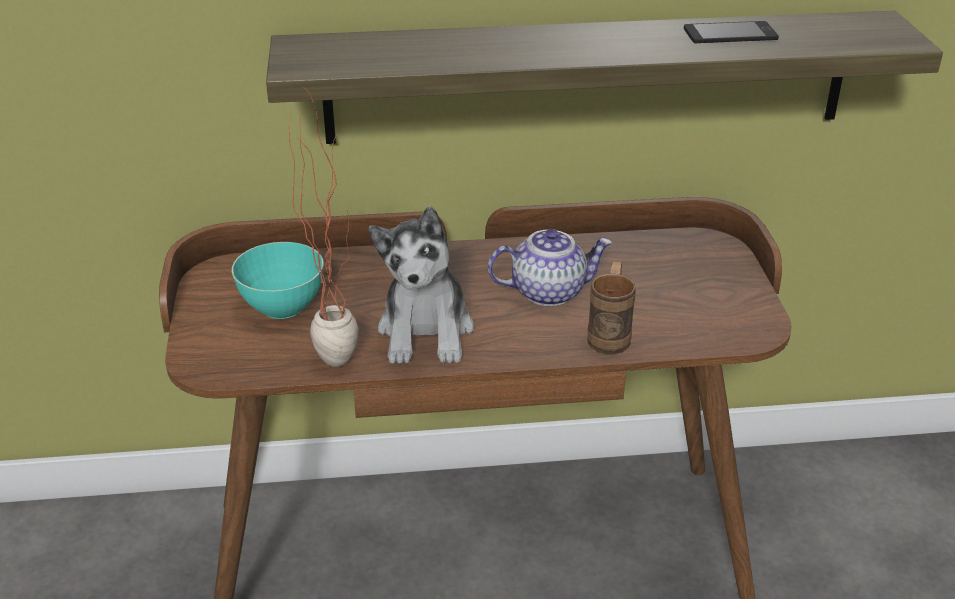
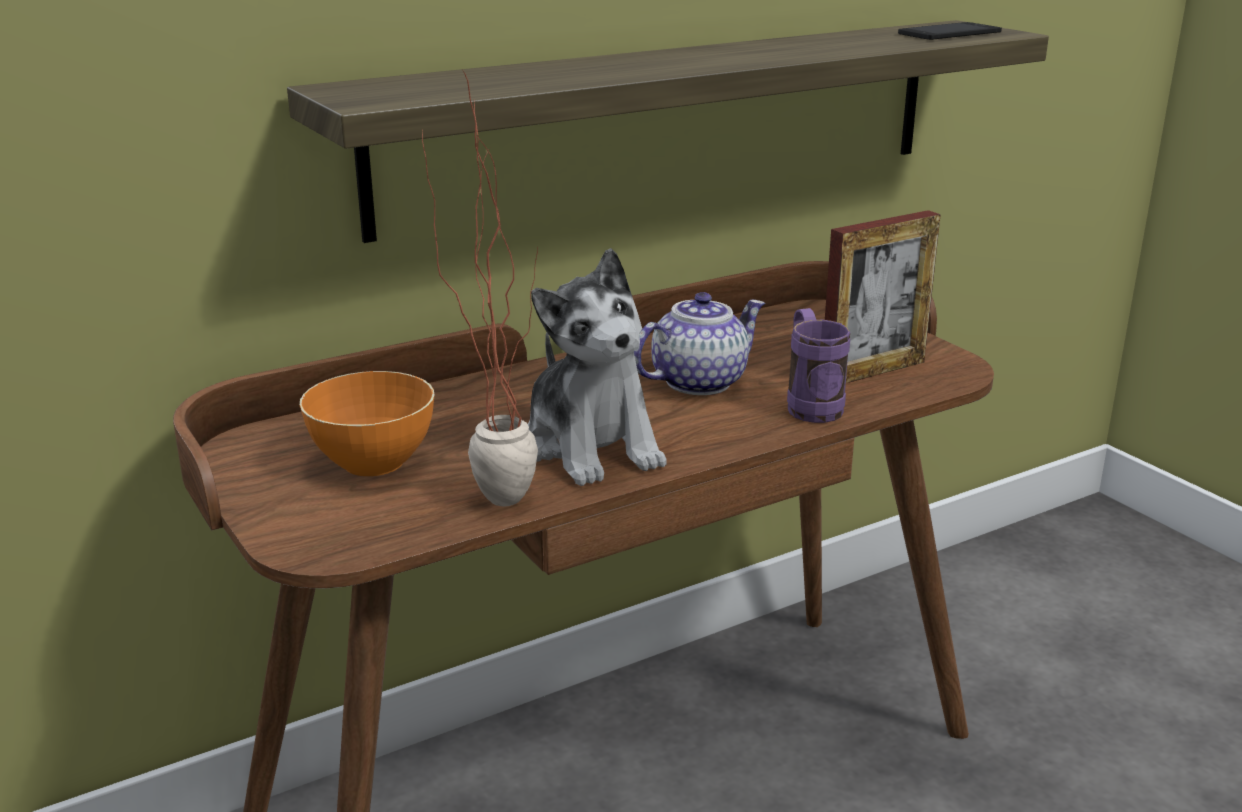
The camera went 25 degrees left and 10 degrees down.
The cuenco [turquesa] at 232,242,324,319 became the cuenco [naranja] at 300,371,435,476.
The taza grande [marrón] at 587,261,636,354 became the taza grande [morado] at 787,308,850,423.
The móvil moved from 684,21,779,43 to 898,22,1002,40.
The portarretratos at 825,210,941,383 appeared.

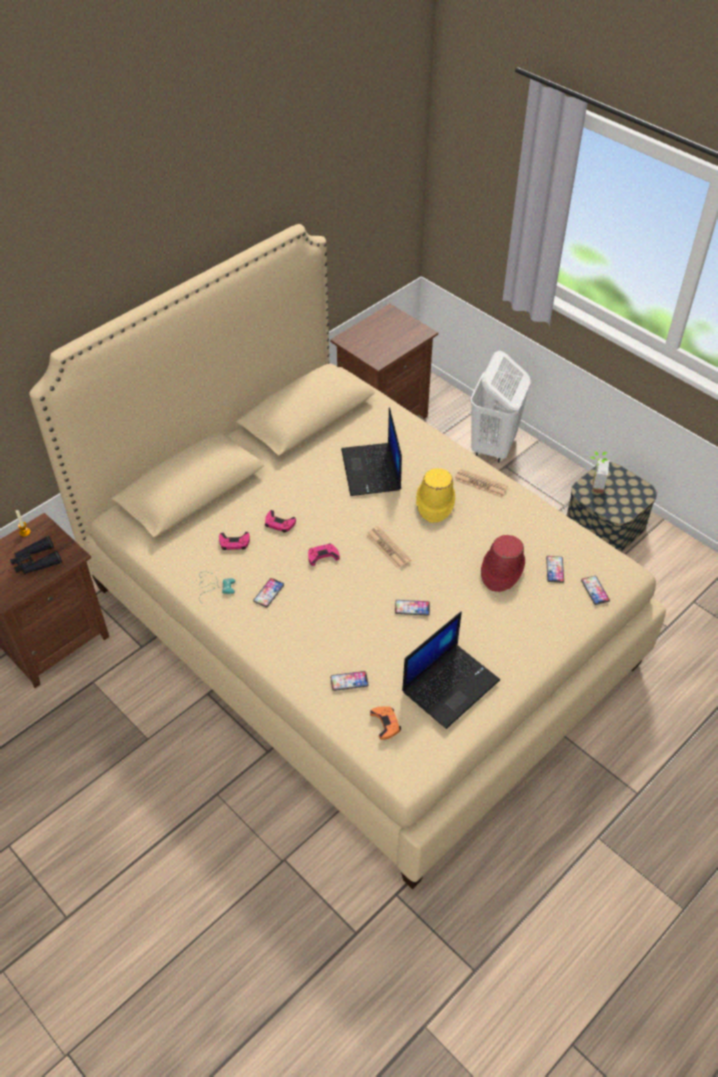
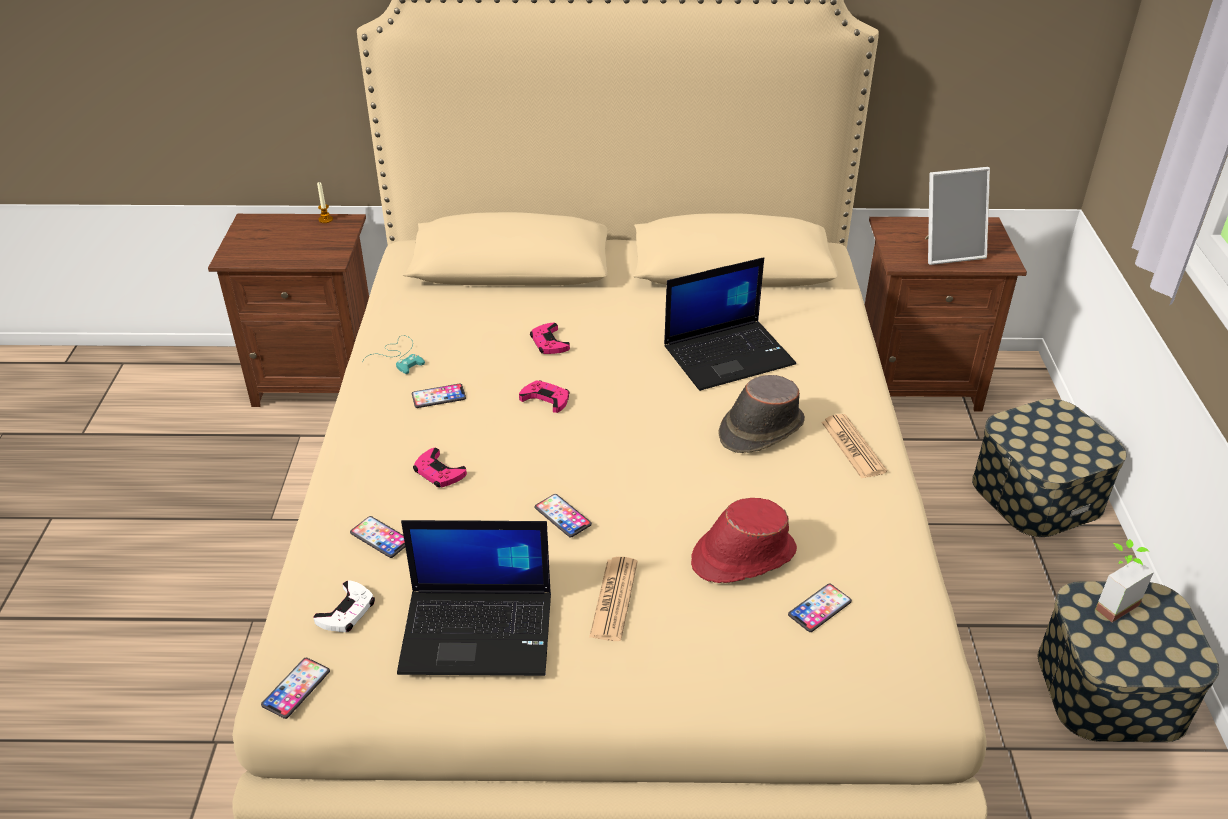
The camera went 45 degrees right and 10 degrees down.
The prismáticos [negro] at 10,536,62,574 disappeared.
The mando de consola [rosa] moved from 219,532,250,550 to 413,448,467,488.
The portátil at 341,408,402,496 turned 150 degrees counterclockwise.
The periódico moved from 366,526,412,569 to 589,557,638,641.
The mando de consola [naranja] at 370,706,401,740 became the mando de consola [blanco] at 313,580,375,632.
The sombrero [amarillo] at 416,468,455,523 became the sombrero [marrón] at 718,375,805,453.
The cesto de la ropa [blanco] at 470,351,530,462 was replaced by the caja de almacenaje at 972,399,1127,537.
The móvil moved from 581,576,610,605 to 261,658,330,719.
The portarretratos at 925,167,990,265 appeared.

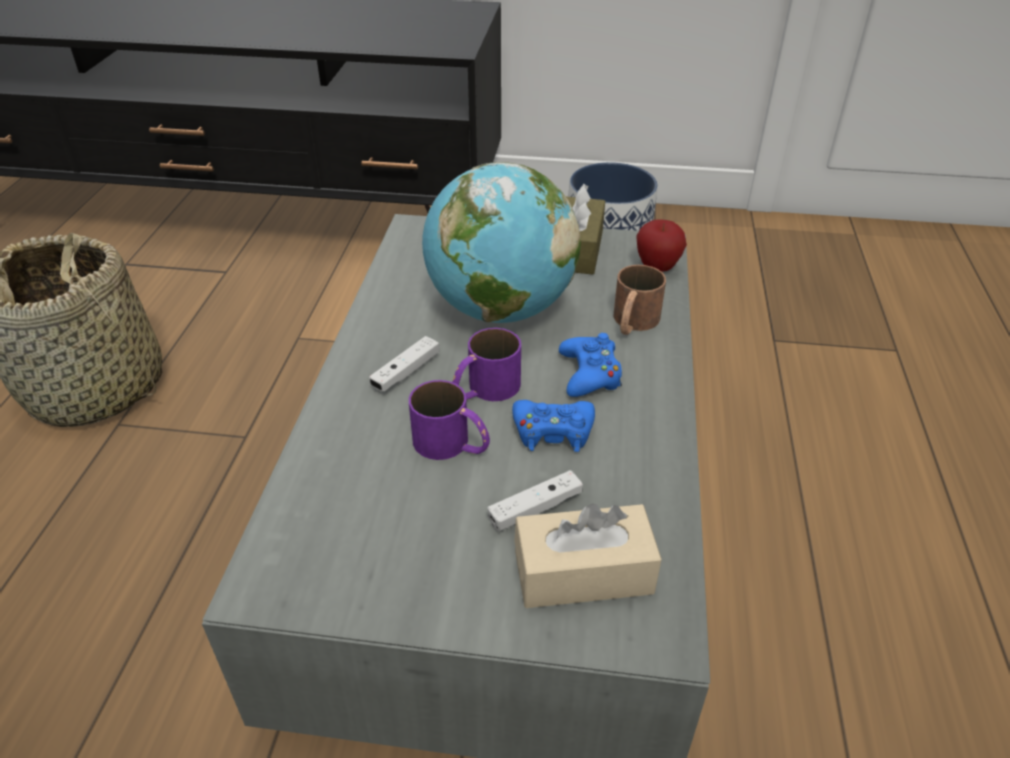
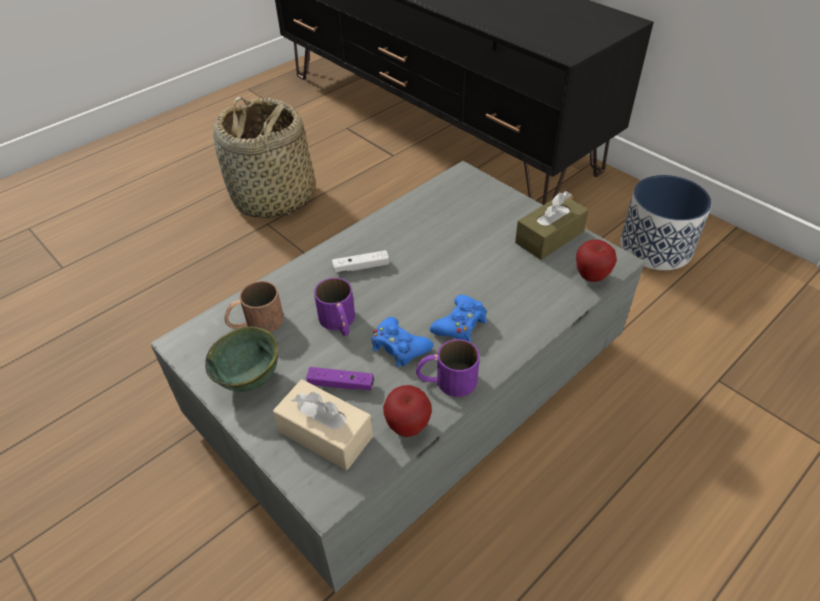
The camera went 40 degrees right and 5 degrees up.
The globo terráqueo at 422,162,581,323 disappeared.
The taza grande [morado] moved from 452,328,521,401 to 416,339,480,397.
The mando de consola [blanco] at 488,470,583,532 became the mando de consola [morado] at 306,367,374,391.
The taza grande [marrón] moved from 614,265,666,335 to 225,281,284,332.
The cuenco [verde] at 205,326,278,392 appeared.
The manzana at 383,385,432,437 appeared.

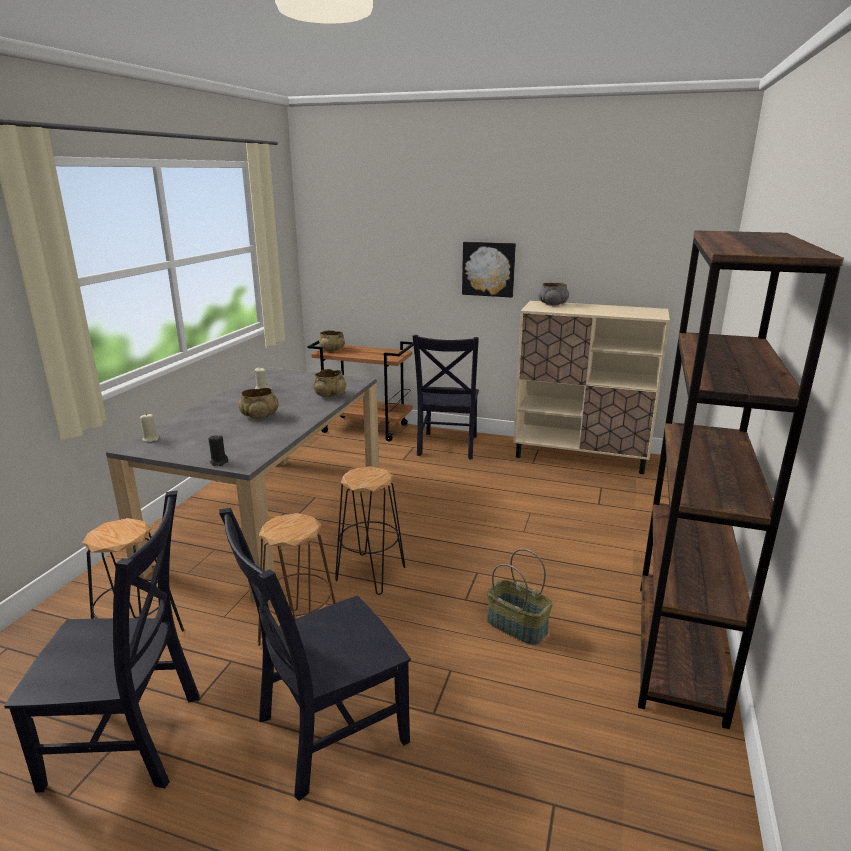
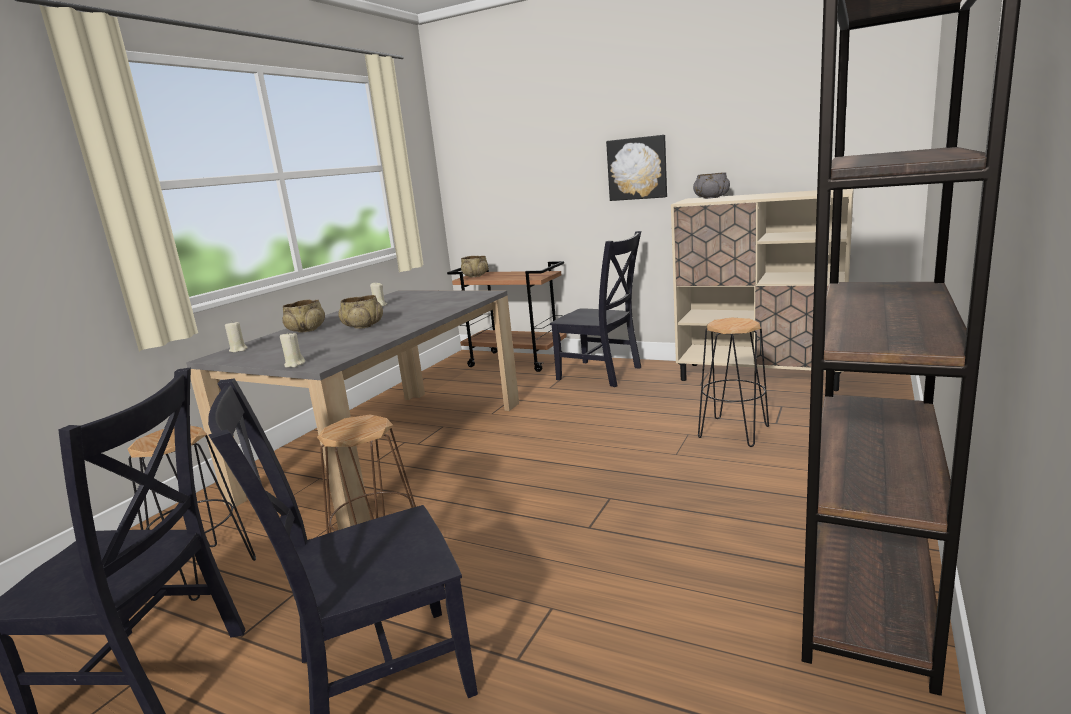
The camera went 10 degrees right and 5 degrees down.
The vela [negro] at 208,434,228,466 became the vela [beis] at 280,331,305,368.
The cuenco [beis] moved from 313,369,346,398 to 282,299,325,333.
The taburete [negro] moved from 335,466,406,595 to 698,318,769,447.
The silla [negro] at 413,335,479,459 turned 75 degrees counterclockwise.
The cesta at 487,549,552,645 disappeared.

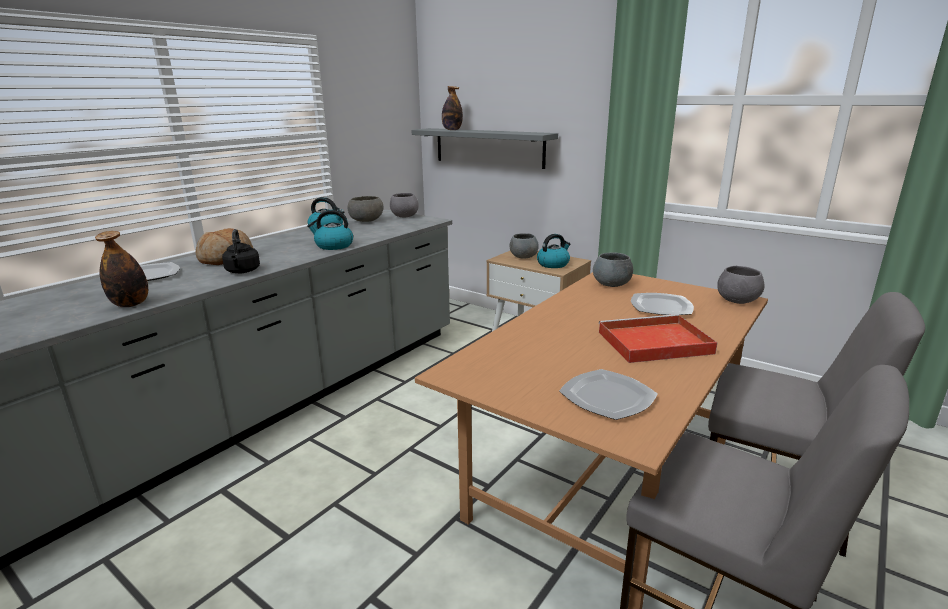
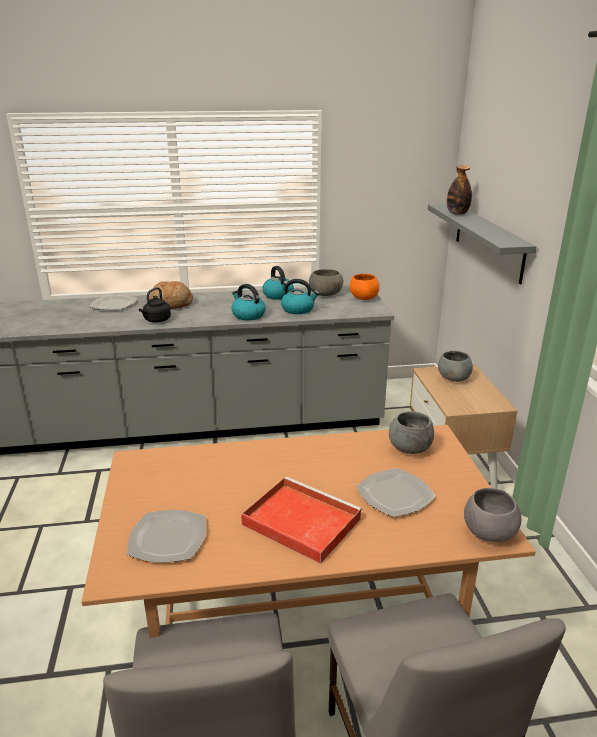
The camera went 45 degrees right and 5 degrees up.
The botella at 95,231,148,307 disappeared.
The cuenco [gris] at 390,193,419,218 became the cuenco [naranja] at 350,274,380,300.
The hervidor moved from 537,234,570,268 to 281,279,319,314.

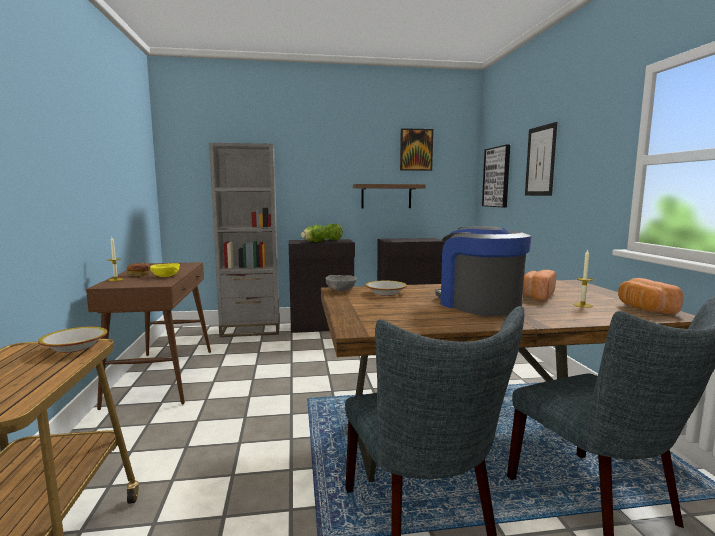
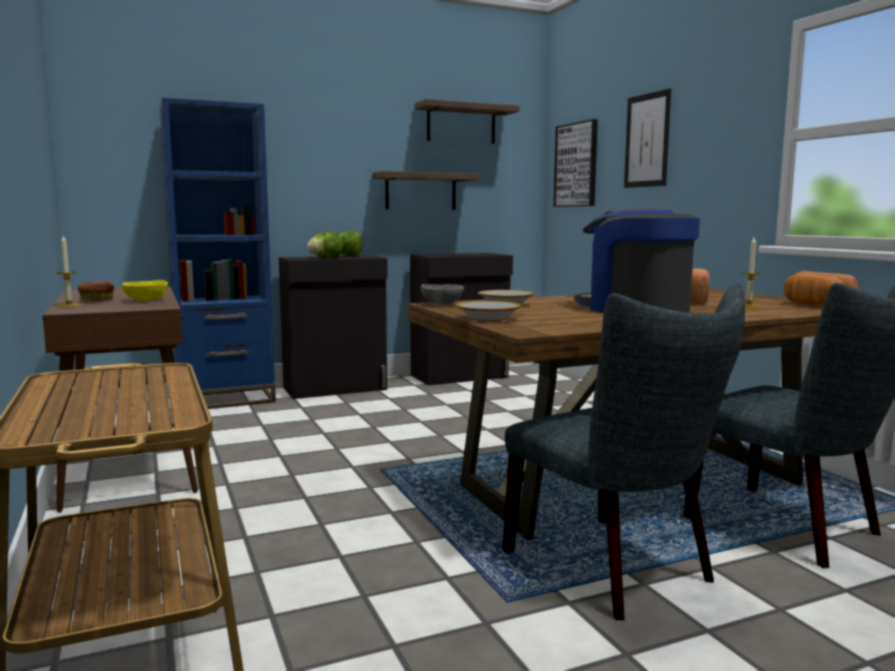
The camera went 15 degrees left and 0 degrees up.
The cuenco moved from 38,327,108,353 to 456,301,521,321.
The estantería [gris] at 209,143,280,337 became the estantería [azul] at 160,98,276,409.
The cuadro at 400,128,433,171 was replaced by the estante at 415,99,520,144.

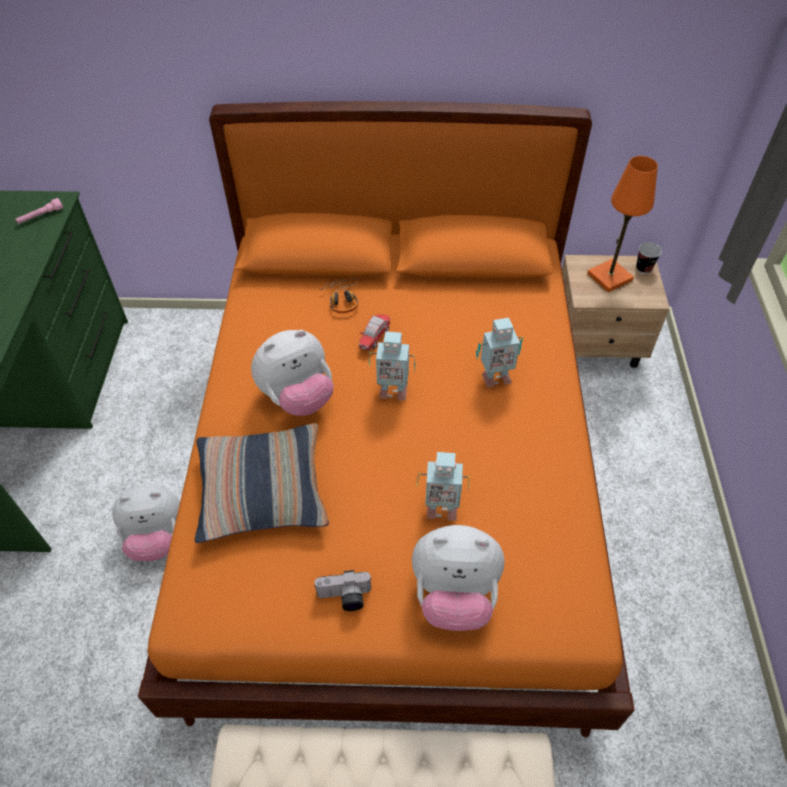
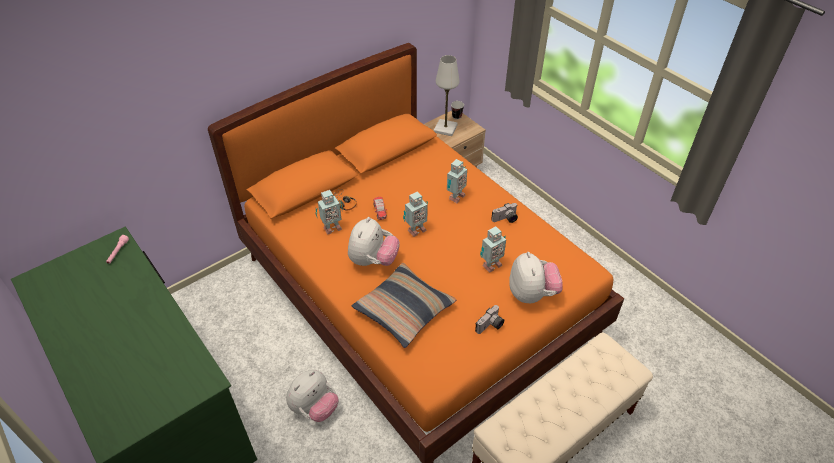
The camera went 40 degrees left and 5 degrees down.
The peluche at 412,525,505,631 turned 60 degrees counterclockwise.
The lámpara de mesa [naranja] at 587,156,658,292 became the lámpara de mesa [blanco] at 434,55,460,136.
The robot de juguete at 315,190,342,235 appeared.
The cámara at 491,203,518,223 appeared.

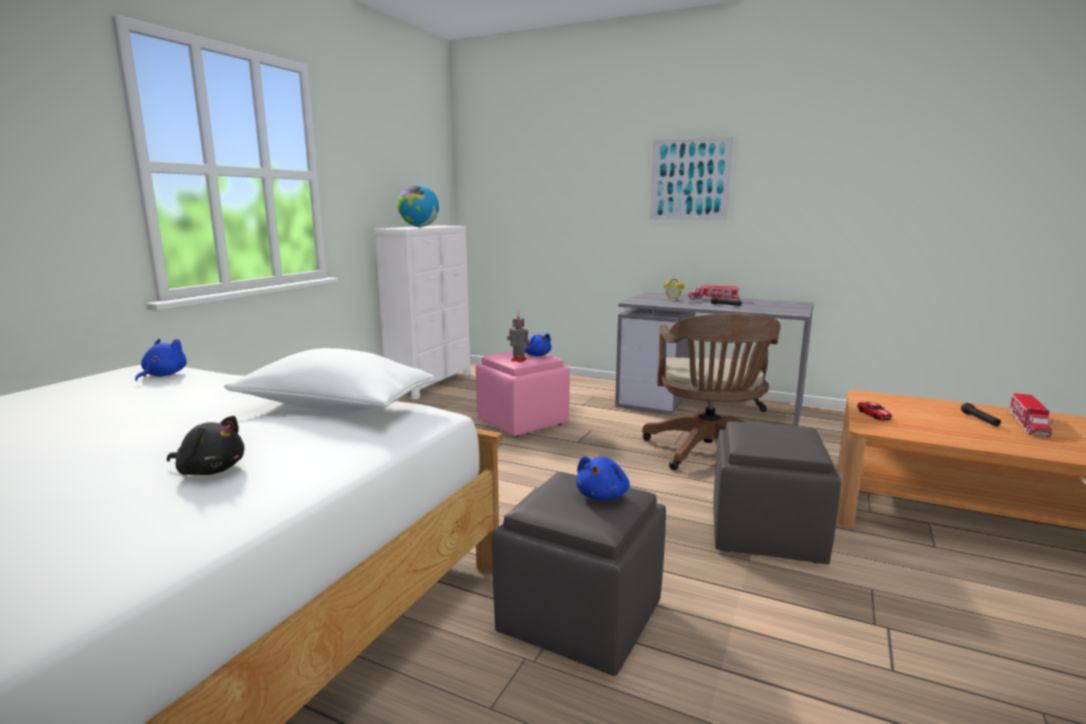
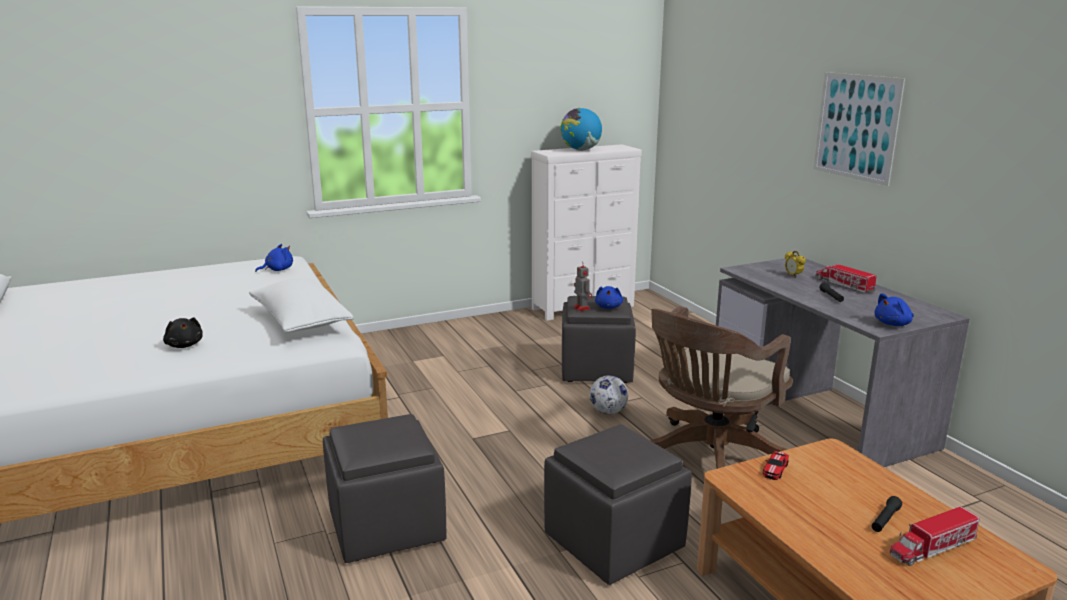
The camera went 40 degrees right and 5 degrees up.
The puf [rosa] at 476,351,570,437 became the puf [gris] at 562,296,636,383.
The peluche [azul] moved from 576,456,630,500 to 874,293,914,326.
The balón de fútbol at 590,375,628,414 appeared.

